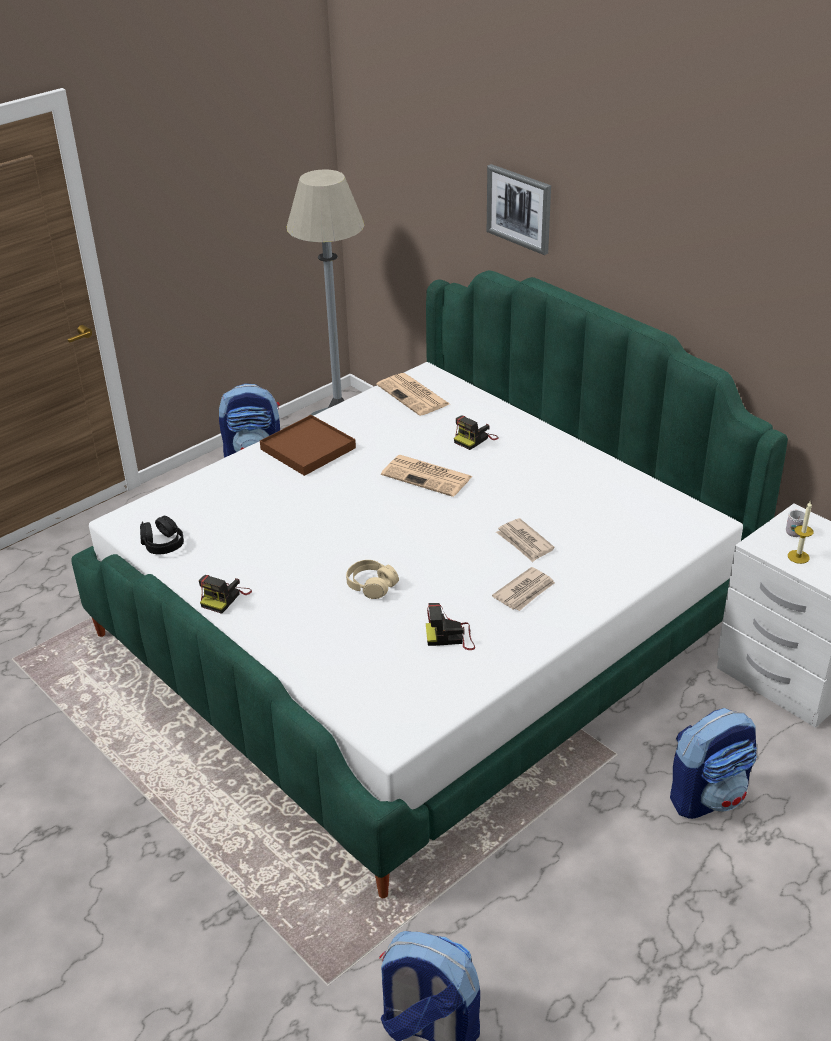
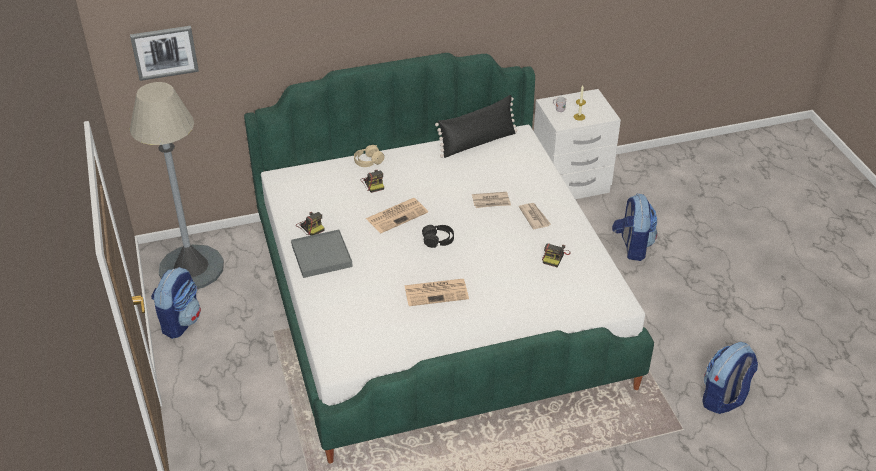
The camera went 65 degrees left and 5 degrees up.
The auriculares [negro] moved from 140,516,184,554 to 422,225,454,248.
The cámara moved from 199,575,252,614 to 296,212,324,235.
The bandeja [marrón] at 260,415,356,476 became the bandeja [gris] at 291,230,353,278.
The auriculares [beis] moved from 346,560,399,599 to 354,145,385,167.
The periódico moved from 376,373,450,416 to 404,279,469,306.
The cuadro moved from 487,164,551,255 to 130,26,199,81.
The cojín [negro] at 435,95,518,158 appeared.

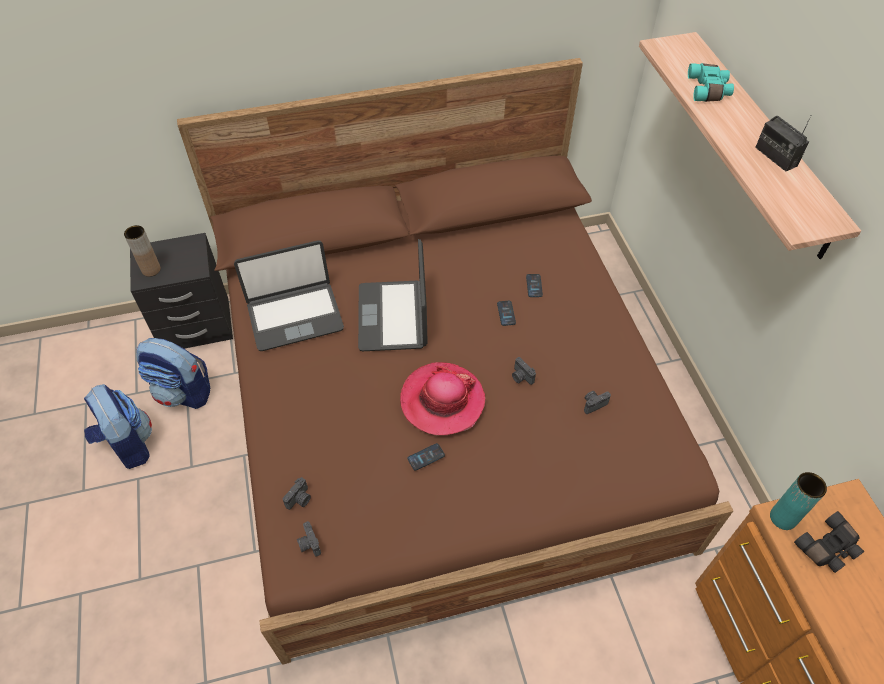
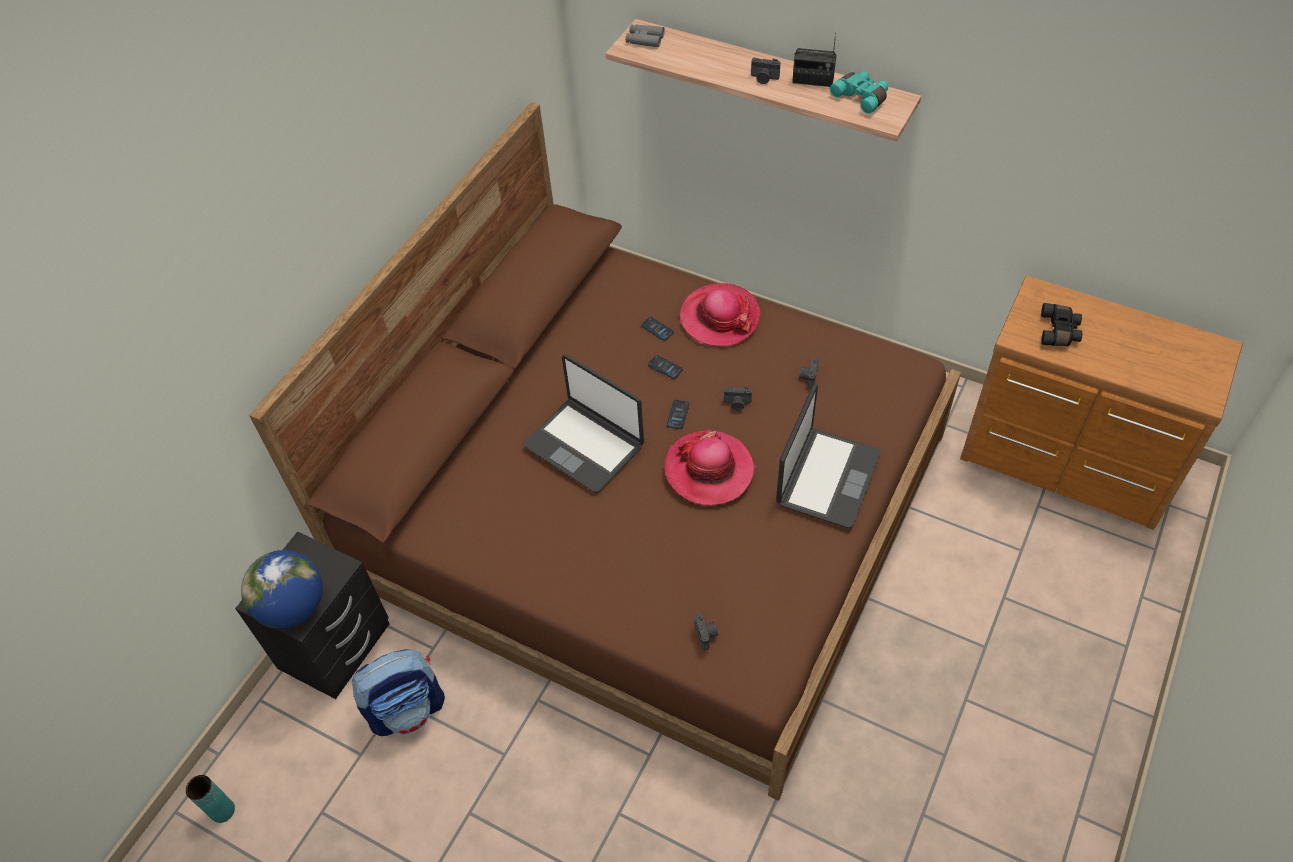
The camera went 45 degrees left and 0 degrees up.
The mochila at 84,384,152,469 disappeared.
The florero [marrón] at 124,225,161,277 was replaced by the globo terráqueo at 241,550,323,629.
The portátil moved from 234,240,344,351 to 776,384,881,528.
The cámara moved from 297,521,321,557 to 751,58,780,84.
The móvil moved from 408,443,445,471 to 667,400,689,429.
The prismáticos [turquesa] moved from 688,63,734,102 to 830,71,888,114.
The florero [turquesa] moved from 770,472,827,530 to 186,775,235,823.
The prismáticos [gris] at 626,24,665,47 appeared.
The sombrero at 680,283,760,346 appeared.

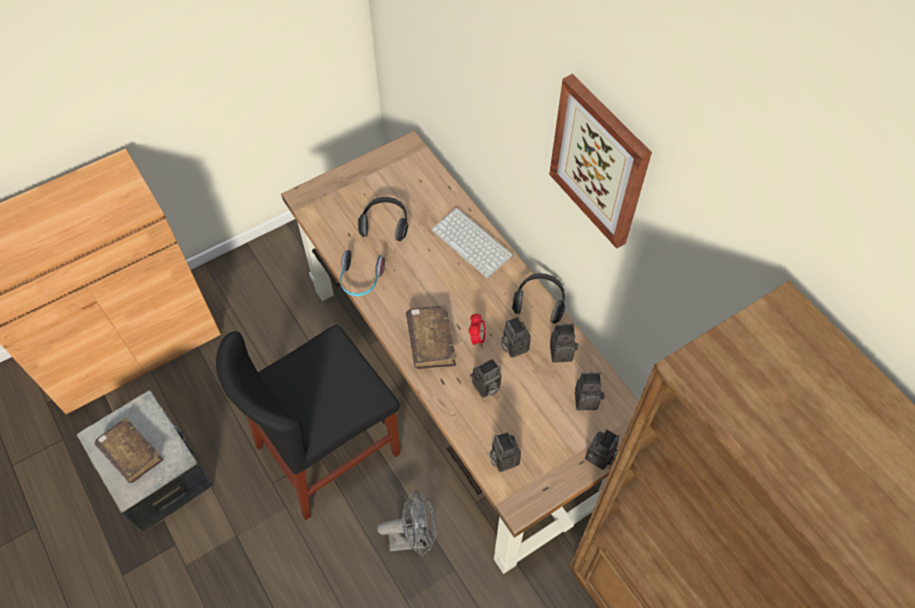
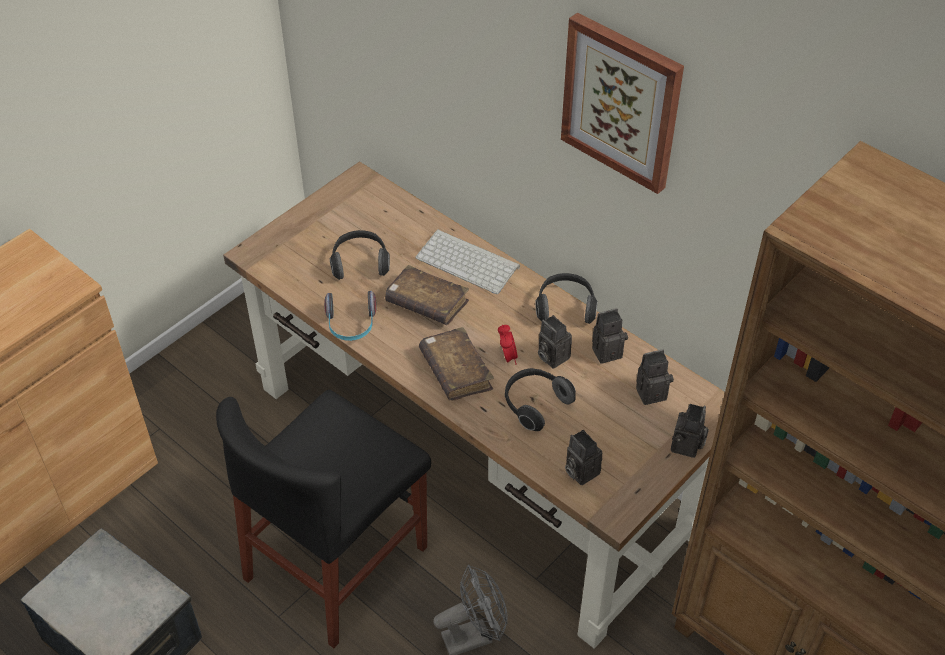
The camera went 15 degrees left and 10 degrees down.
The libro [marrón] moved from 95,417,164,483 to 385,265,469,325.
The cámara at 470,359,501,398 was replaced by the auriculares at 505,368,576,431.

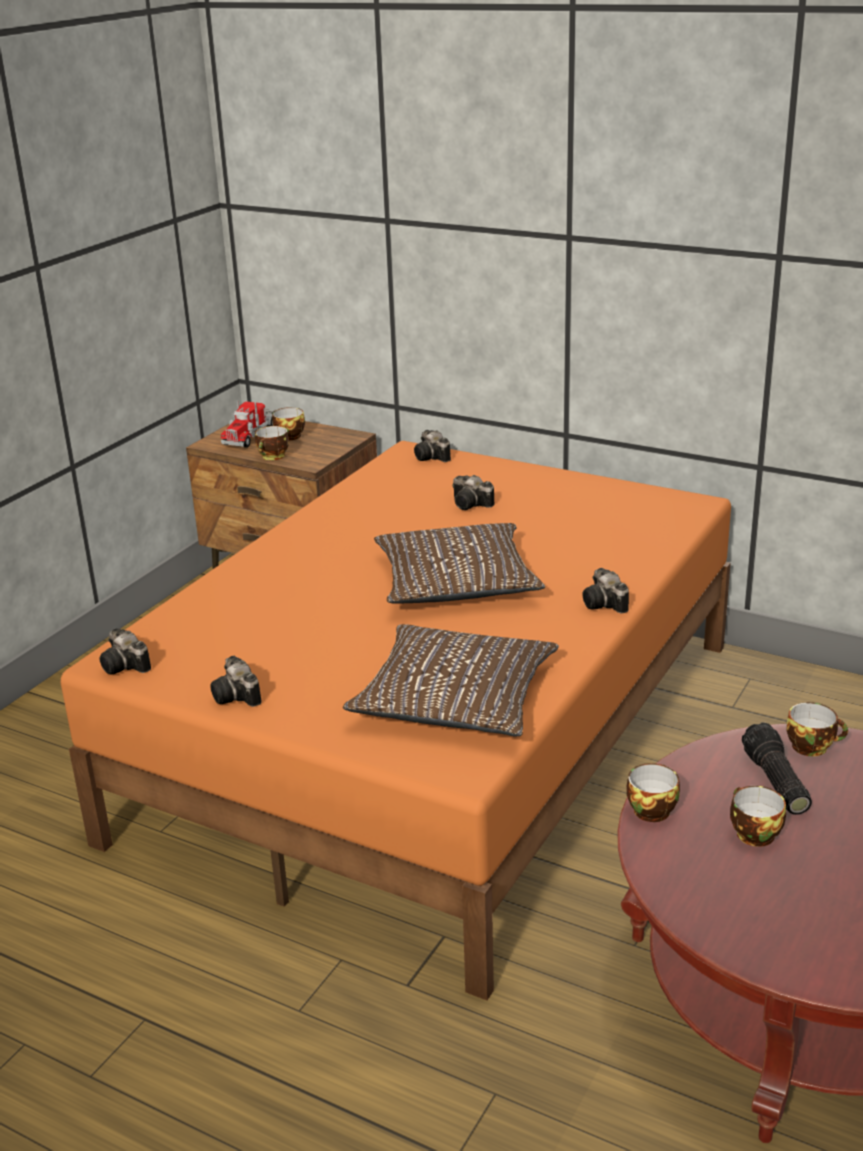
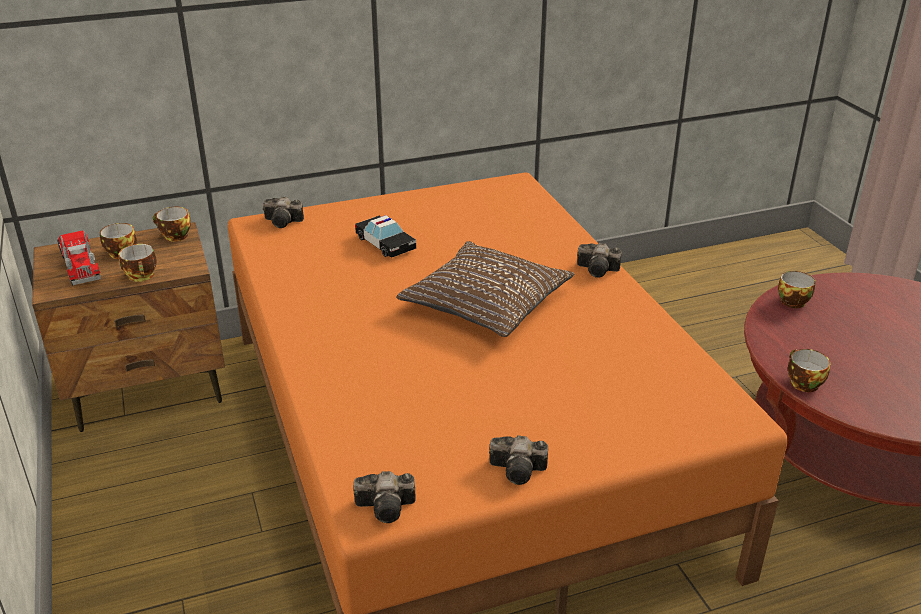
The camera went 50 degrees left and 5 degrees up.
The cojín [marrón] at 343,624,559,736 disappeared.
The cámara at 452,475,494,510 was replaced by the coche de juguete at 355,215,416,258.
The taza moved from 730,786,786,847 to 153,207,191,242.
The linterna at 742,722,812,815 disappeared.

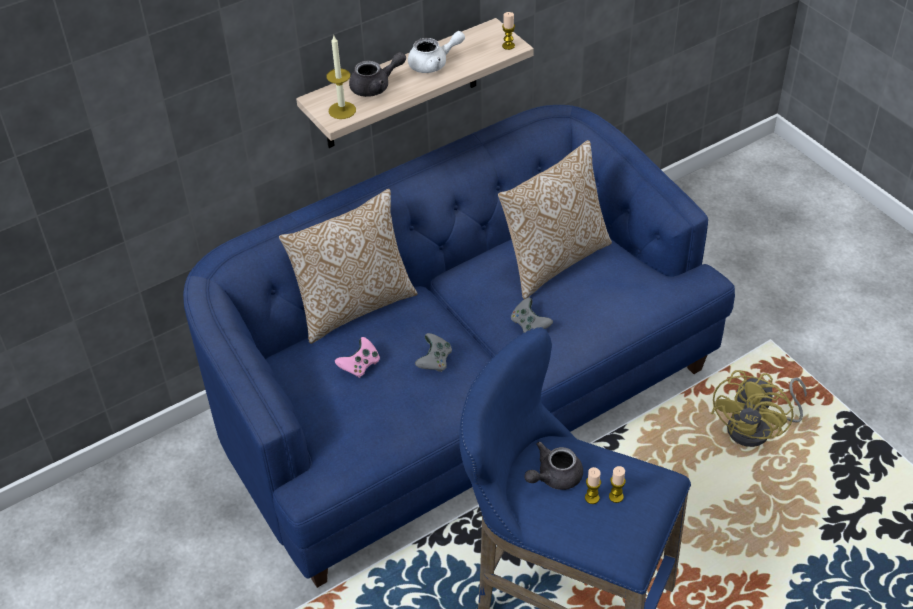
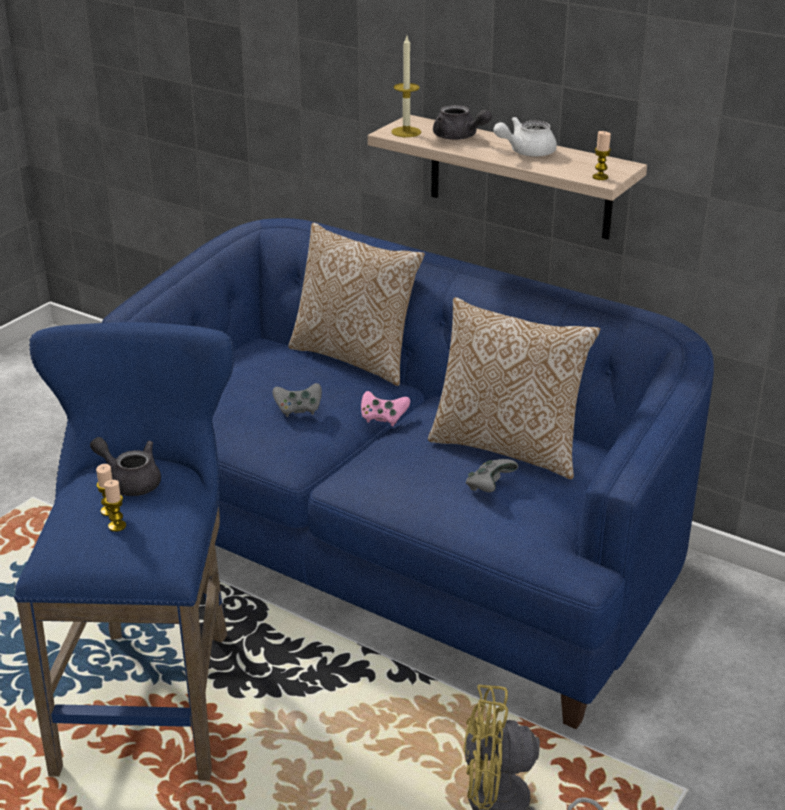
The camera went 65 degrees right and 15 degrees down.
The mando de consola [rosa] moved from 335,337,380,378 to 361,391,410,426.
The tetera [blanco] at 408,31,465,73 turned 105 degrees clockwise.
The mando de consola [gris] moved from 511,297,553,333 to 466,459,518,492.

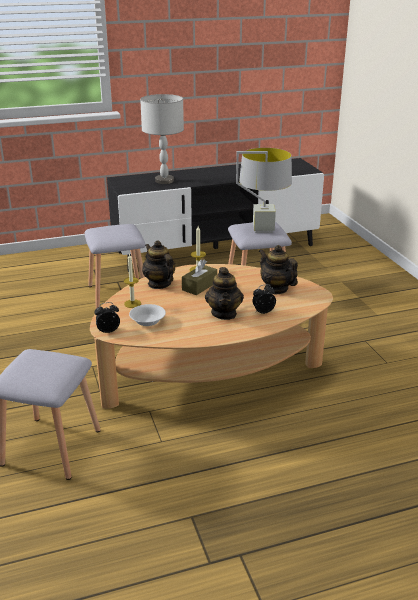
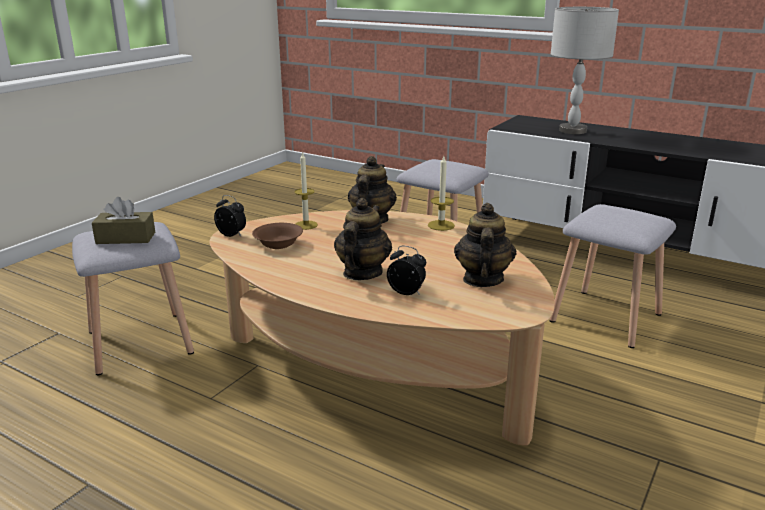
The camera went 50 degrees right and 5 degrees down.
The cuenco [blanco] at 129,304,166,326 became the cuenco [marrón] at 252,223,303,249.
The caja de pañuelos [marrón] moved from 182,260,217,295 to 92,197,155,244.
The tetera at 205,267,244,320 turned 150 degrees clockwise.
The lámpara de mesa [gris] at 236,148,292,233 disappeared.

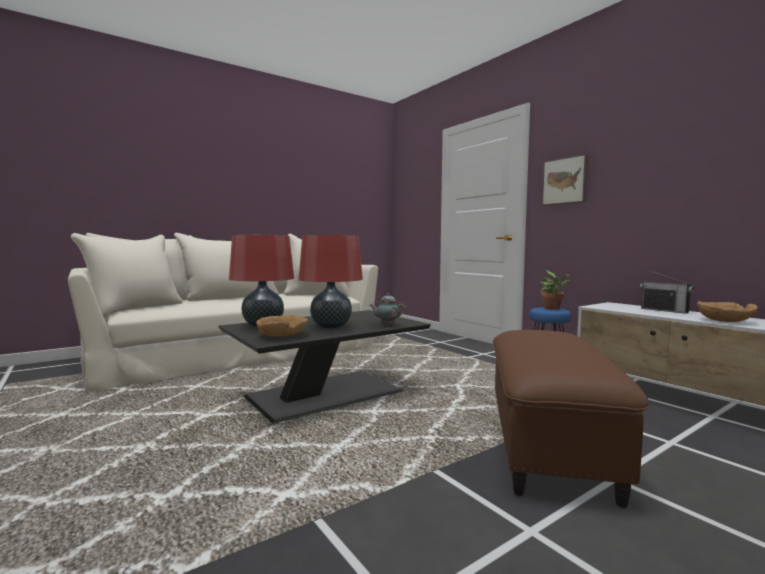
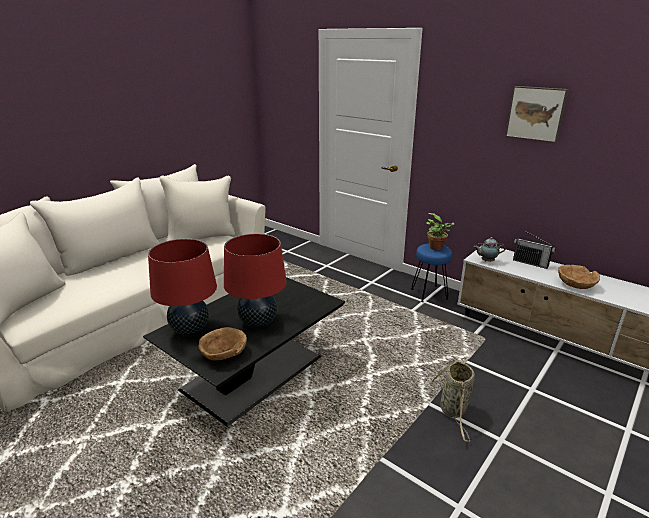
The camera went 15 degrees left and 20 degrees up.
The tetera moved from 369,293,407,326 to 473,237,505,262.
The puf [marrón] at 493,330,649,508 was replaced by the cesta at 429,358,475,442.
The cuadro moved from 542,154,589,205 to 506,86,569,143.

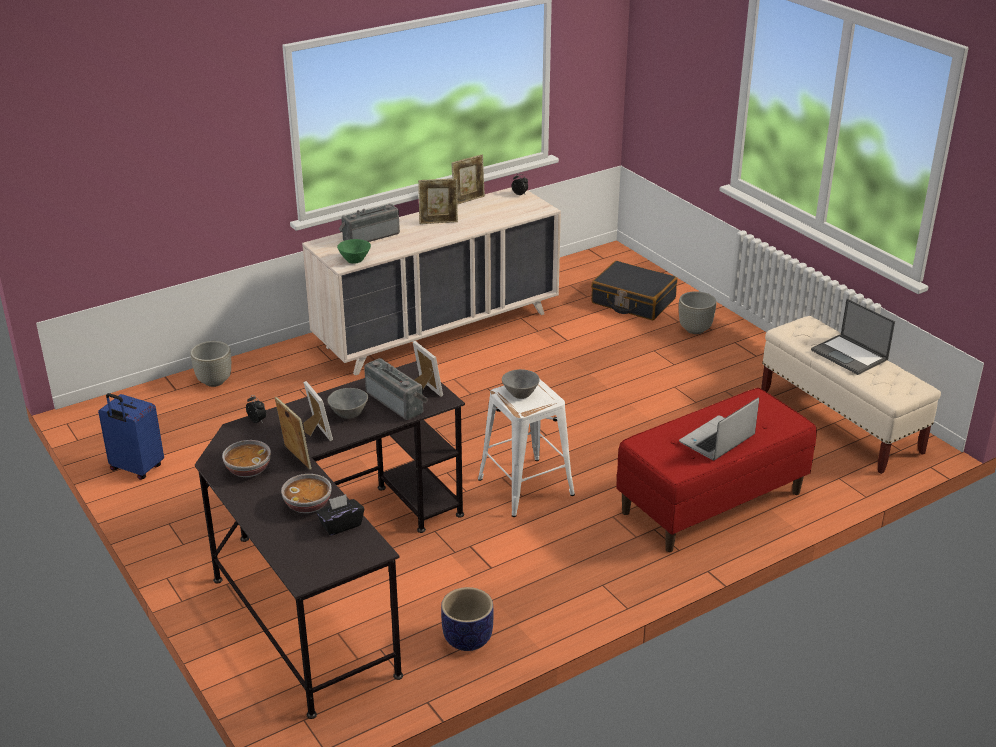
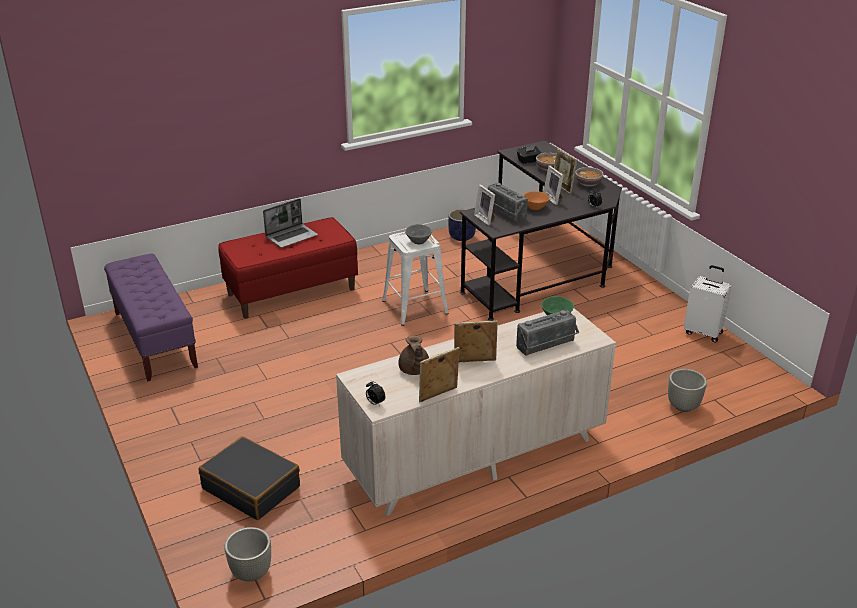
The camera went 175 degrees left and 0 degrees up.
The maleta [azul] at 98,393,164,480 became the maleta [blanco] at 684,265,732,342.
The cuenco [gris] at 327,388,368,419 became the cuenco [naranja] at 524,191,550,210.
The maceta [gris] moved from 679,291,716,334 to 225,527,271,581.
The banco [beis] at 761,316,941,474 became the banco [morado] at 104,254,198,381.
The portátil at 811,299,895,375 disappeared.
The tetera [marrón] at 399,336,429,375 appeared.

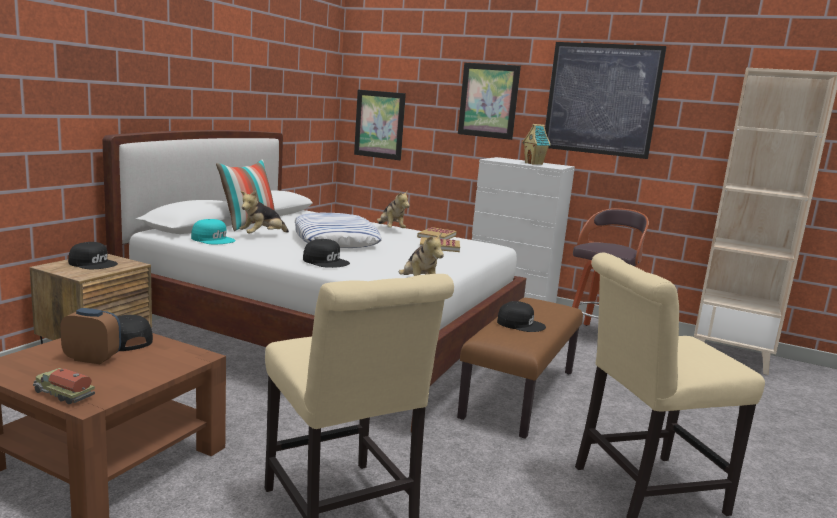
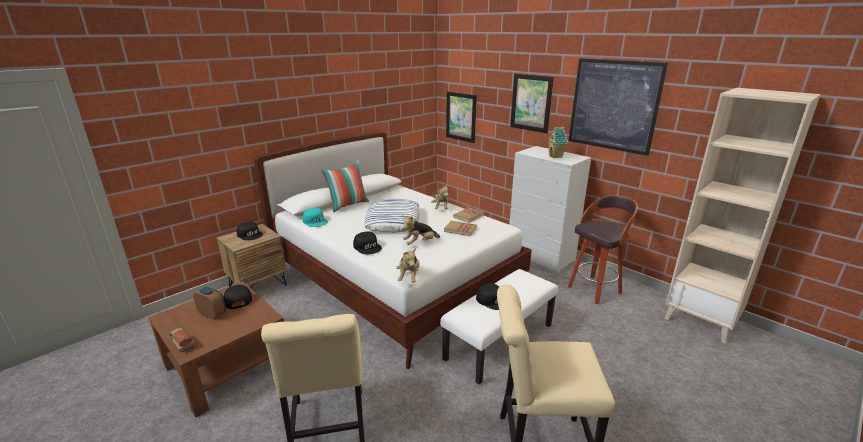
The camera went 20 degrees right and 10 degrees up.
The peluche moved from 239,191,289,234 to 402,216,440,245.
The banco [marrón] at 457,298,583,439 became the banco [blanco] at 440,269,558,385.

